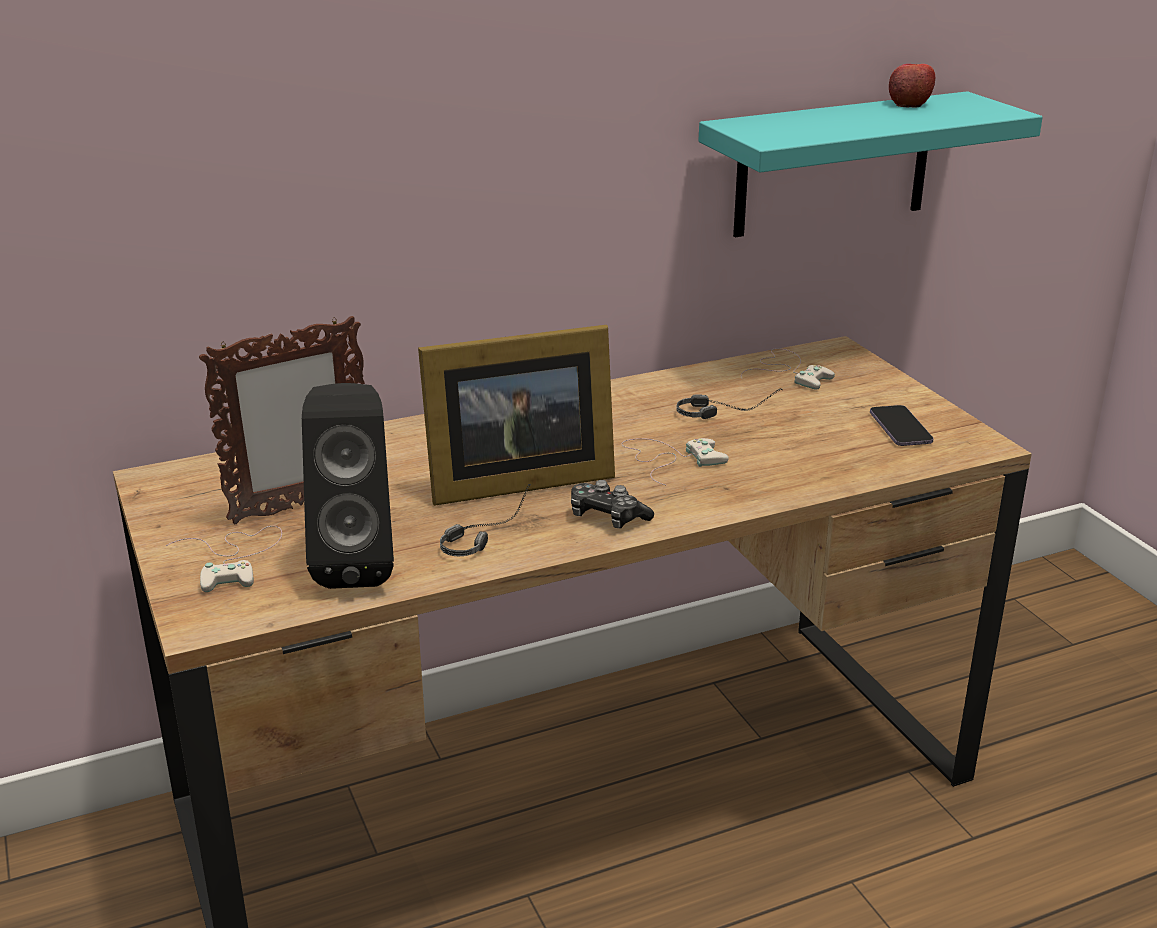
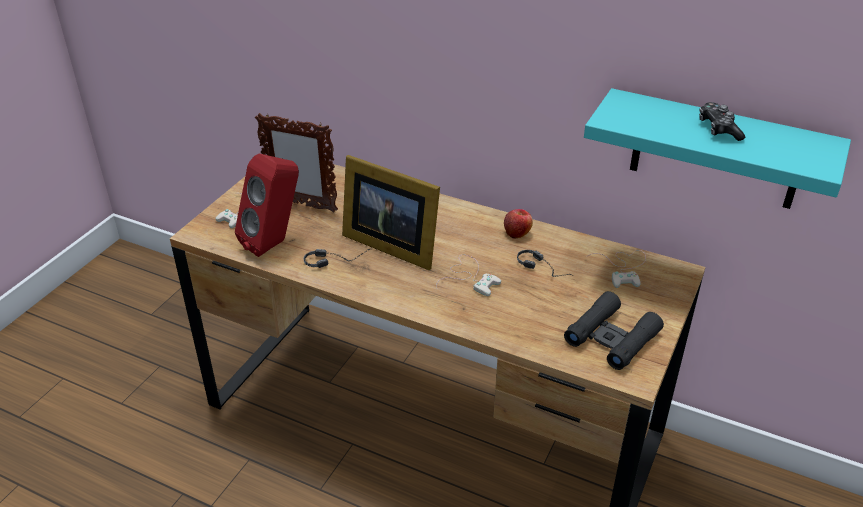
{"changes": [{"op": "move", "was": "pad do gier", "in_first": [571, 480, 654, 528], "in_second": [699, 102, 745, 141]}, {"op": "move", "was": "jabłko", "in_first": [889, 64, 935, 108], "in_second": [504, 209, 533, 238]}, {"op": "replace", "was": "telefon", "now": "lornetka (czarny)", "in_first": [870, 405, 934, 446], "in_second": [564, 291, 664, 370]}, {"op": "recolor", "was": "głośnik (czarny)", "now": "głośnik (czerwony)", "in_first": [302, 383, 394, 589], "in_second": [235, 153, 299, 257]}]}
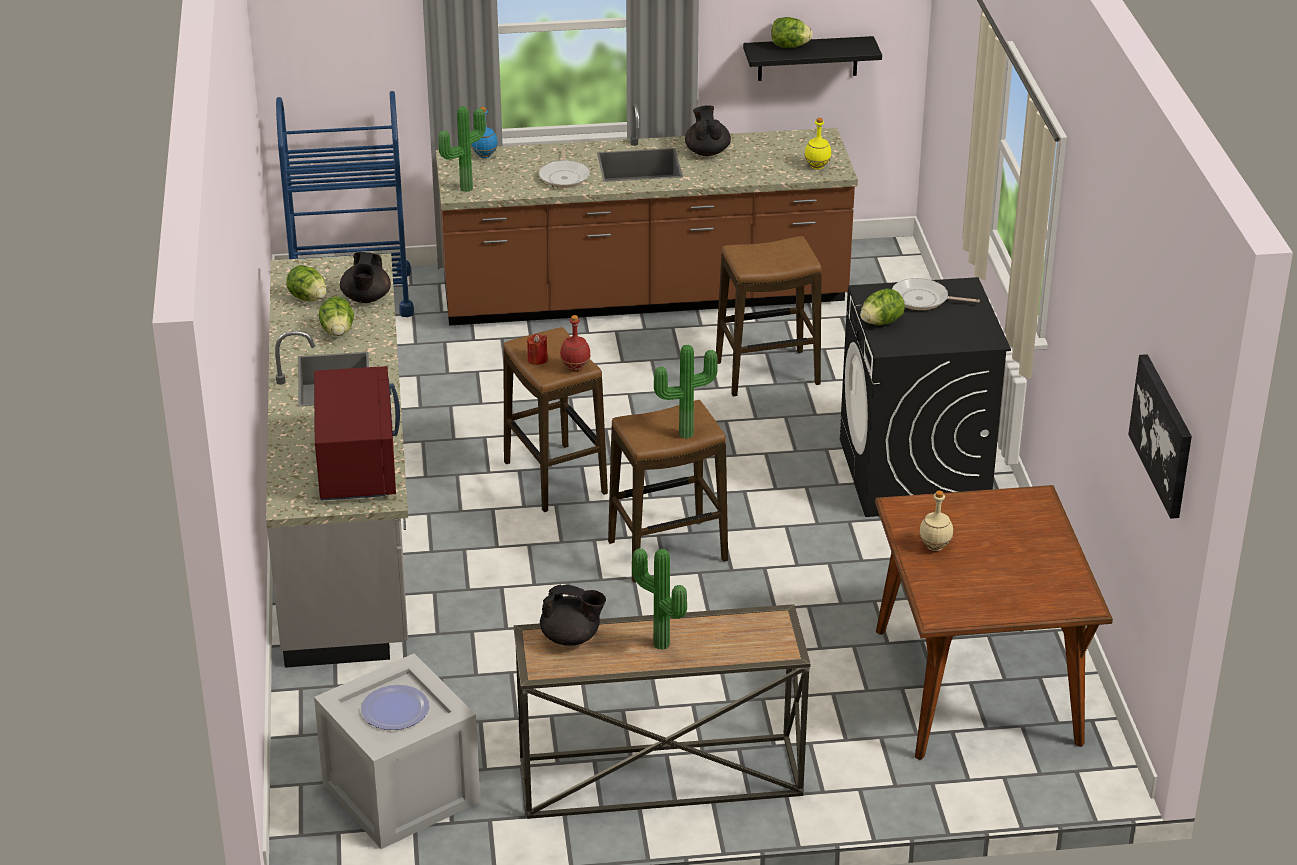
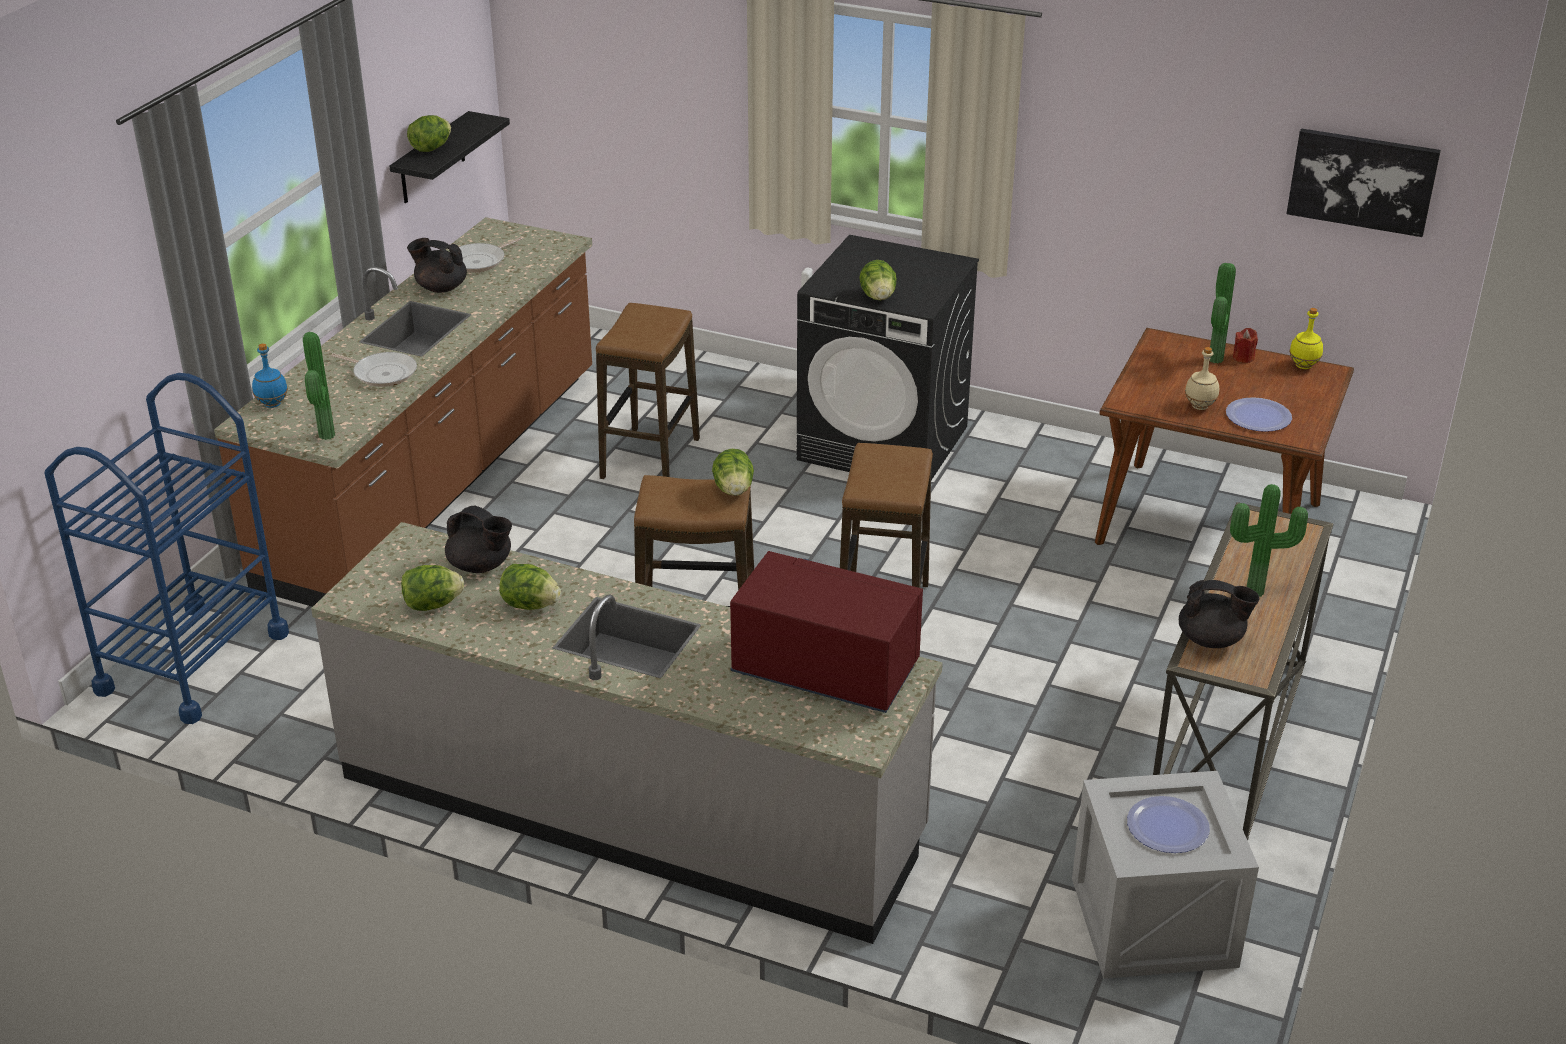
{"changes": [{"op": "insert", "now": "talerz", "in_second": [1226, 397, 1292, 432]}, {"op": "move", "was": "świeca (czerwony)", "in_first": [527, 334, 548, 365], "in_second": [1233, 328, 1258, 363]}, {"op": "move", "was": "roślina doniczkowa", "in_first": [654, 345, 718, 439], "in_second": [1209, 263, 1236, 363]}, {"op": "move", "was": "butelka (żółty)", "in_first": [805, 118, 832, 169], "in_second": [1290, 308, 1323, 369]}, {"op": "move", "was": "patelnia", "in_first": [892, 278, 980, 310], "in_second": [459, 237, 522, 272]}, {"op": "replace", "was": "butelka (czerwony)", "now": "sałata", "in_first": [560, 315, 591, 371], "in_second": [712, 449, 754, 496]}, {"op": "rotate", "was": "imbryk (czarny)", "in_first": [540, 585, 606, 646], "in_second": [1179, 580, 1259, 648], "clockwise": 60}]}
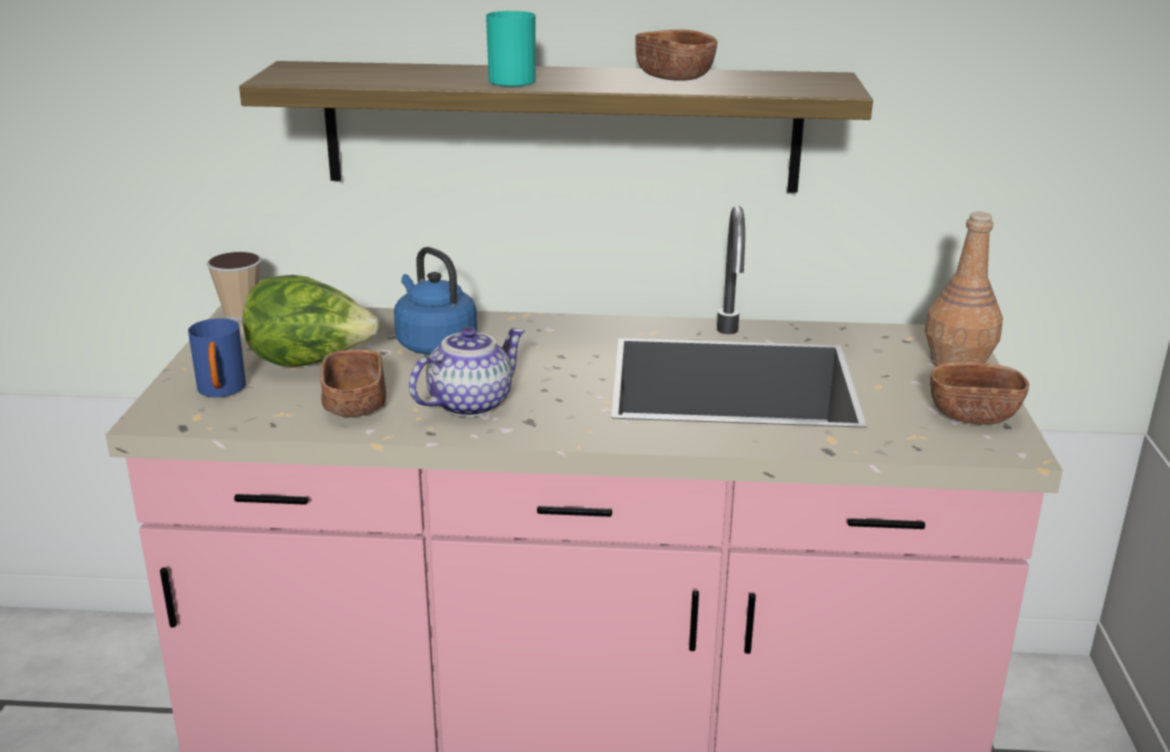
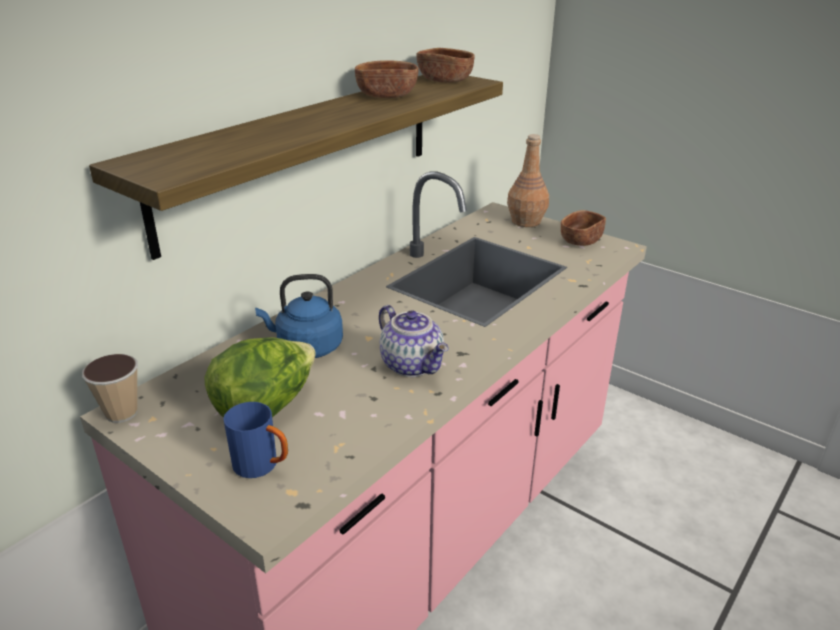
{"changes": [{"op": "delete", "was": "kubek (turkusowy)", "in_first": [486, 11, 536, 87]}, {"op": "move", "was": "miska (brązowy)", "in_first": [320, 350, 386, 417], "in_second": [416, 48, 475, 83]}, {"op": "rotate", "was": "imbryk", "in_first": [409, 327, 525, 417], "in_second": [379, 305, 449, 377], "clockwise": 150}]}
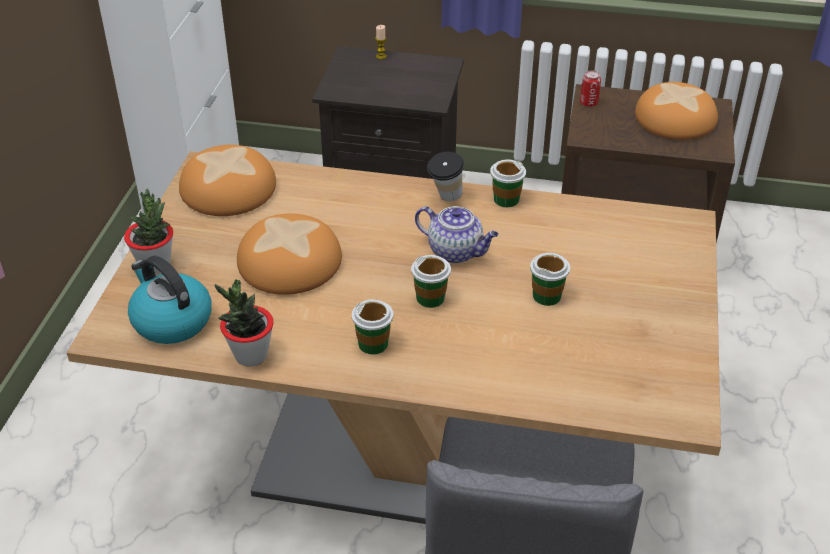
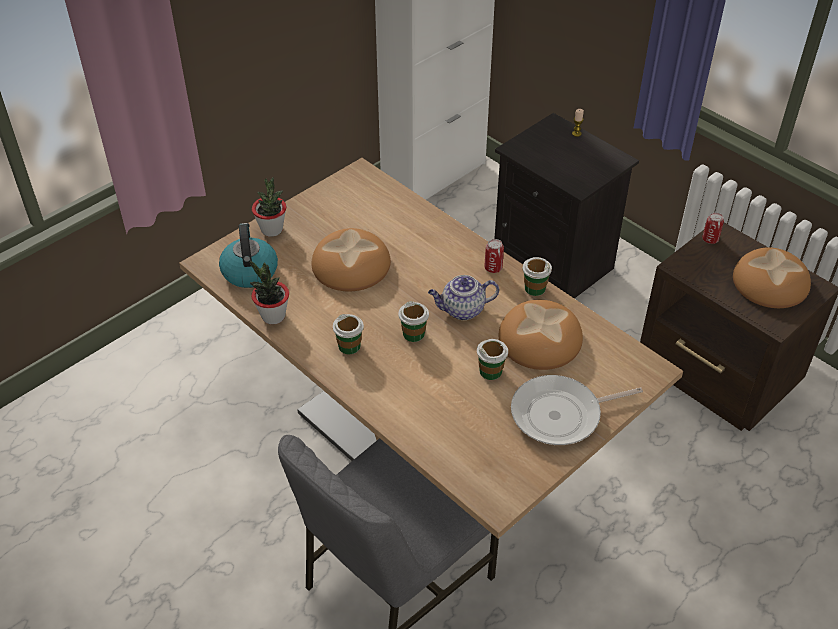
{"changes": [{"op": "insert", "now": "patelnia", "in_second": [511, 375, 643, 445]}, {"op": "move", "was": "chleb", "in_first": [179, 145, 276, 216], "in_second": [499, 300, 583, 370]}, {"op": "replace", "was": "filiżanka", "now": "puszka", "in_first": [427, 152, 464, 202], "in_second": [484, 239, 504, 273]}, {"op": "rotate", "was": "imbryk", "in_first": [415, 206, 499, 263], "in_second": [428, 275, 499, 320], "clockwise": 105}]}
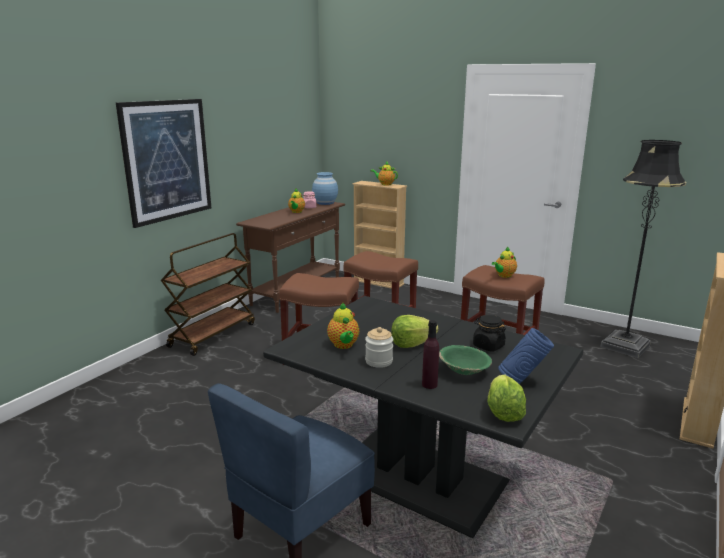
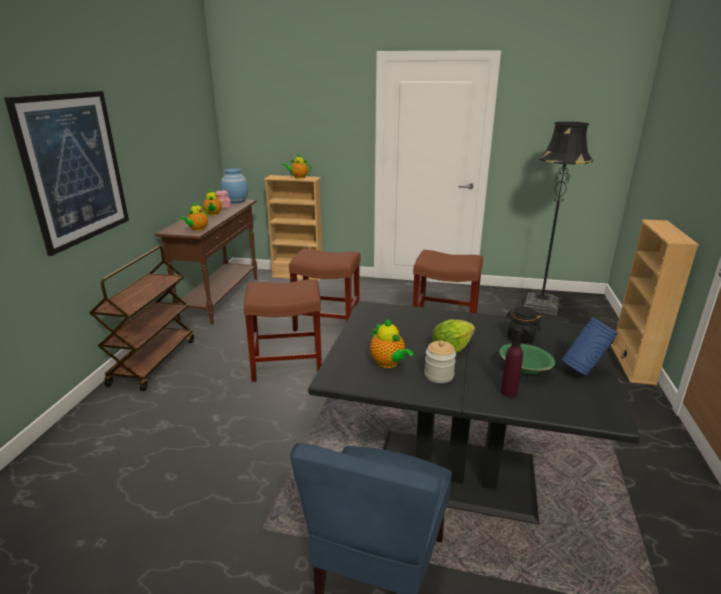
{"changes": [{"op": "delete", "was": "sałata", "in_first": [488, 375, 526, 422]}, {"op": "move", "was": "imbryk", "in_first": [492, 247, 517, 278], "in_second": [180, 201, 208, 231]}]}
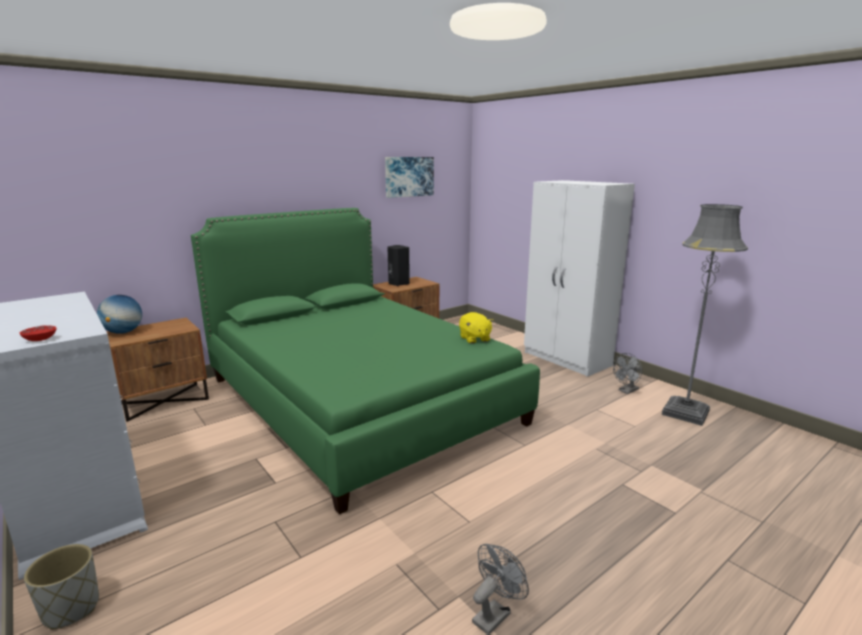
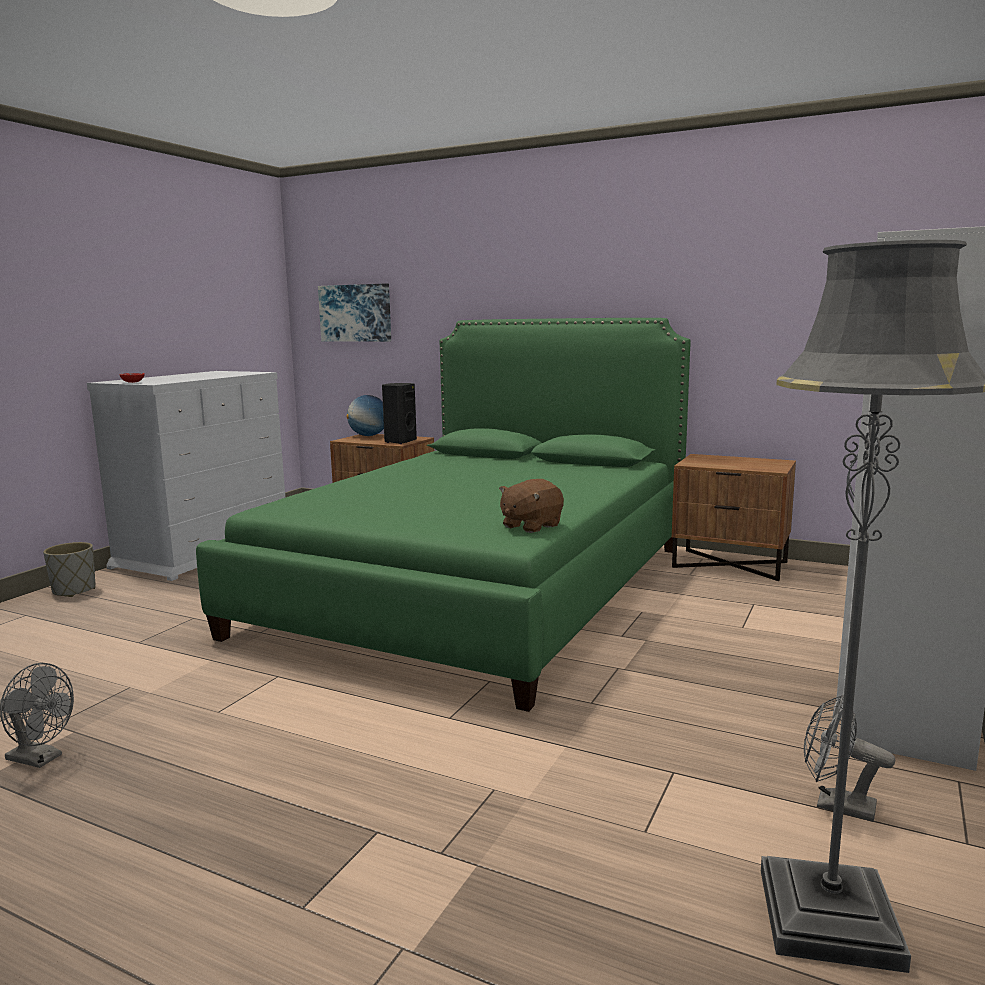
{"changes": [{"op": "move", "was": "obraz", "in_first": [385, 157, 434, 198], "in_second": [318, 283, 391, 342]}, {"op": "move", "was": "głośnik (czarny)", "in_first": [387, 245, 410, 286], "in_second": [382, 383, 417, 444]}, {"op": "recolor", "was": "pluszak (żółty)", "now": "pluszak (brązowy)", "in_first": [459, 312, 494, 344], "in_second": [499, 479, 564, 533]}]}
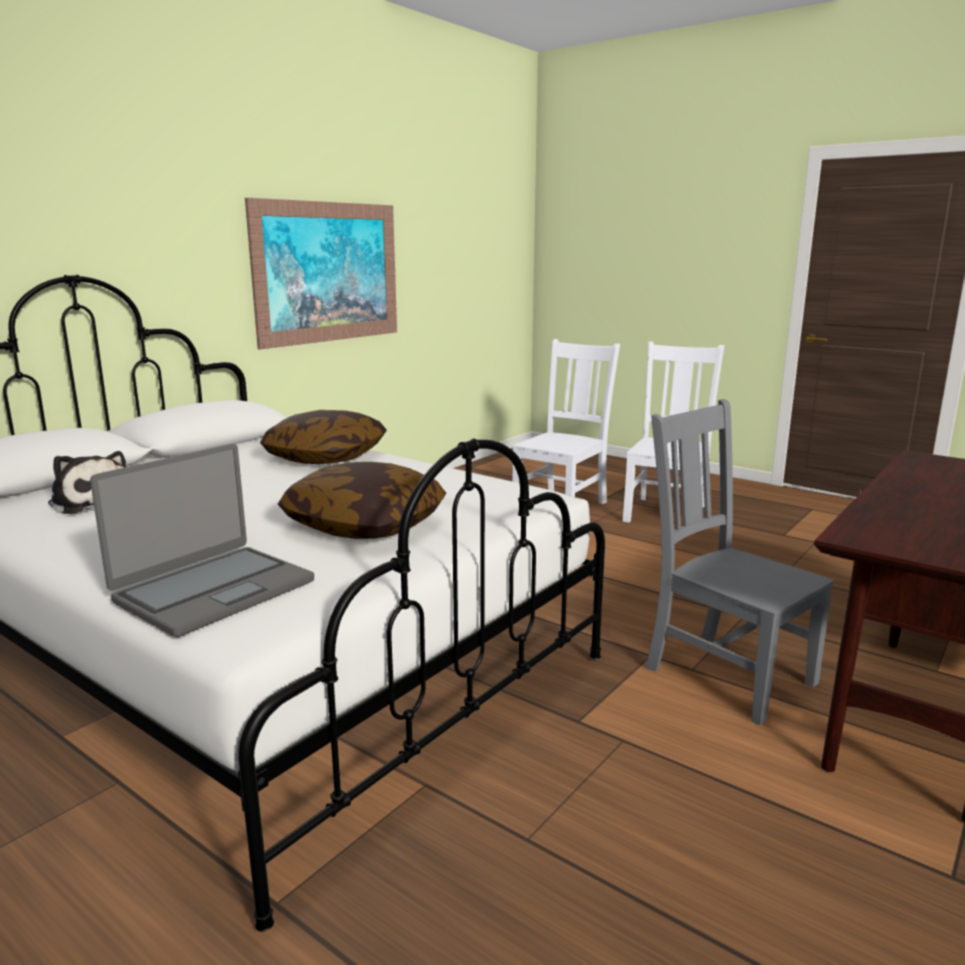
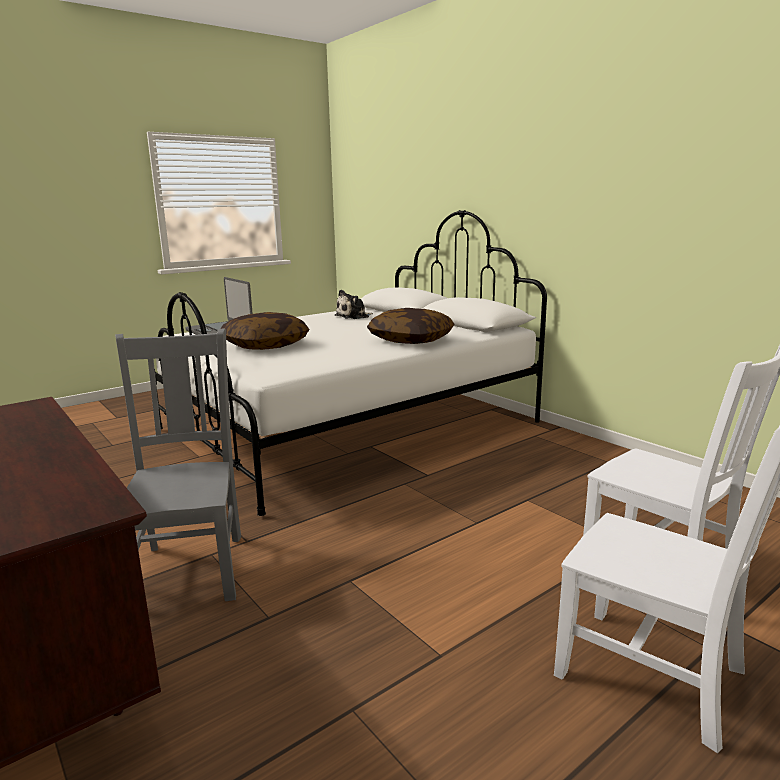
{"changes": [{"op": "delete", "was": "obraz", "in_first": [245, 198, 397, 349]}, {"op": "rotate", "was": "krzesło (szary)", "in_first": [645, 399, 835, 726], "in_second": [115, 329, 241, 601], "clockwise": -75}]}
